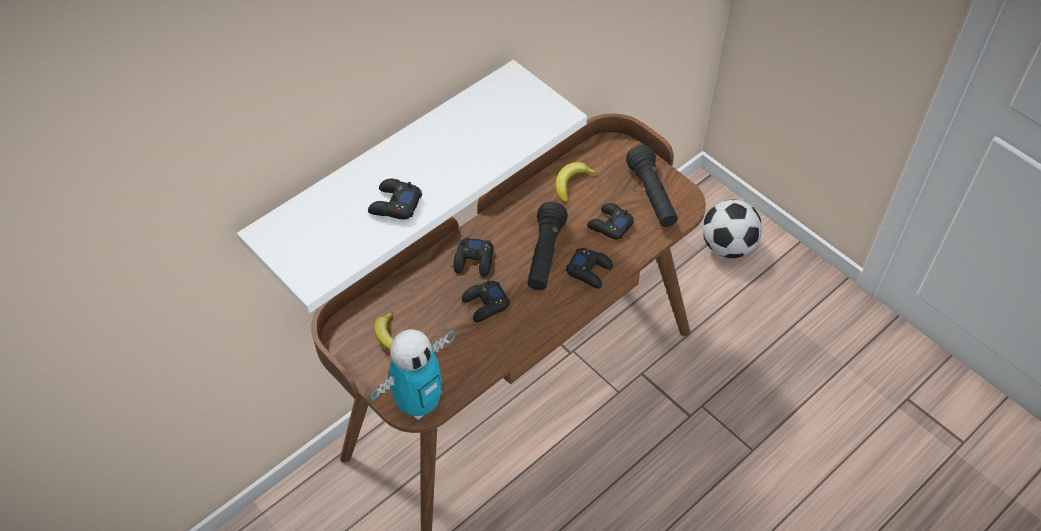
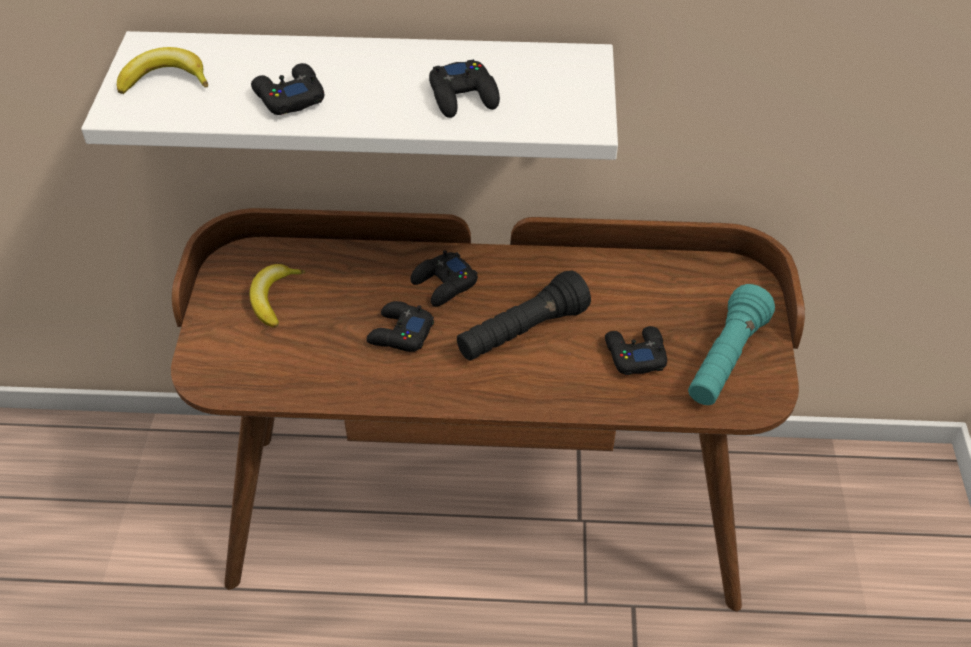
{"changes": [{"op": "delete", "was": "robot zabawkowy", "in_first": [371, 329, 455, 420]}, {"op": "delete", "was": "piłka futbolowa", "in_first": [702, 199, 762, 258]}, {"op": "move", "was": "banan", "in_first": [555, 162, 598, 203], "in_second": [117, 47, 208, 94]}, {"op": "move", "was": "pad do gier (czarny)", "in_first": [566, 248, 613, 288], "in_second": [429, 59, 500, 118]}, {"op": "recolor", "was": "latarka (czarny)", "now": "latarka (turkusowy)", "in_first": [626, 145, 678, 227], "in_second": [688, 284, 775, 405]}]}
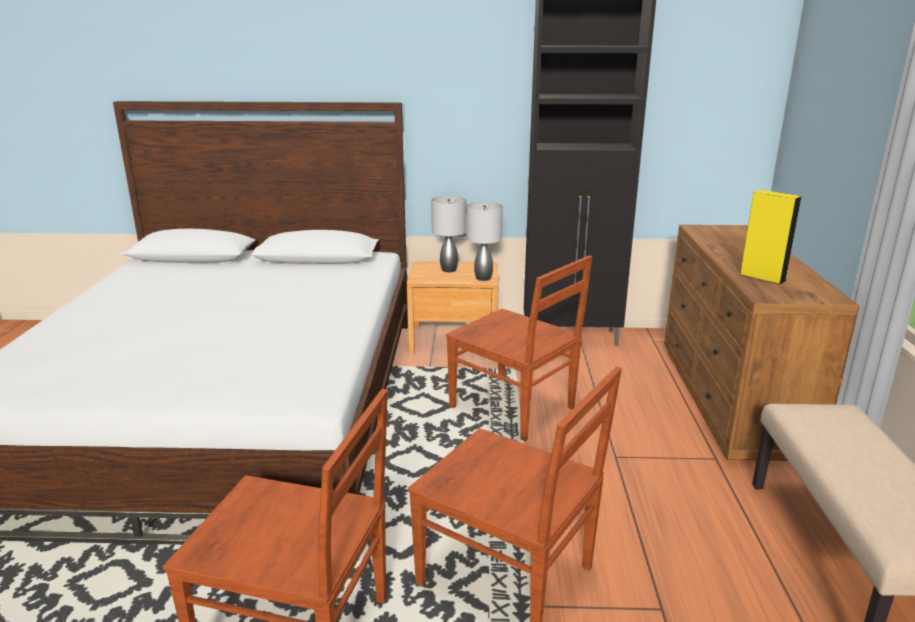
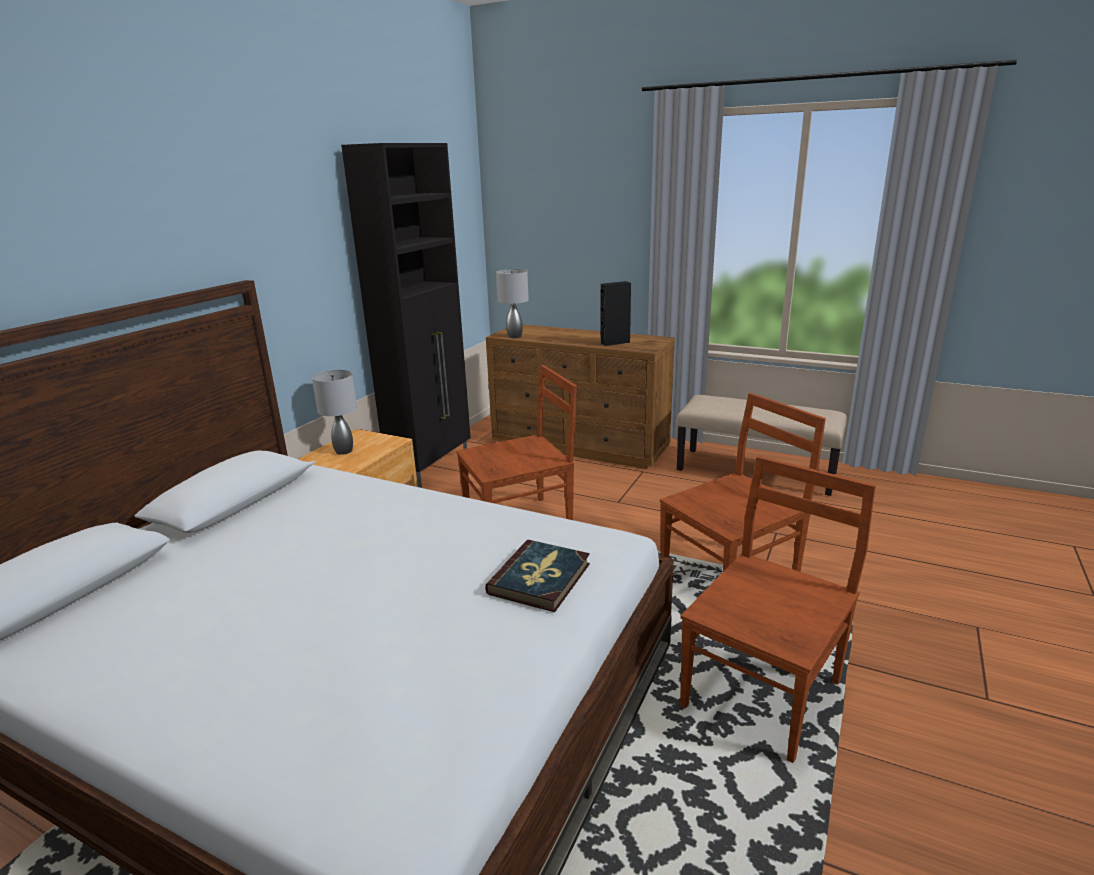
{"changes": [{"op": "insert", "now": "książka", "in_second": [485, 540, 590, 612]}, {"op": "move", "was": "lampa stołowa (szary)", "in_first": [466, 202, 503, 281], "in_second": [496, 269, 529, 338]}, {"op": "recolor", "was": "głośnik (żółty)", "now": "głośnik (czarny)", "in_first": [740, 190, 802, 285], "in_second": [600, 281, 631, 346]}]}
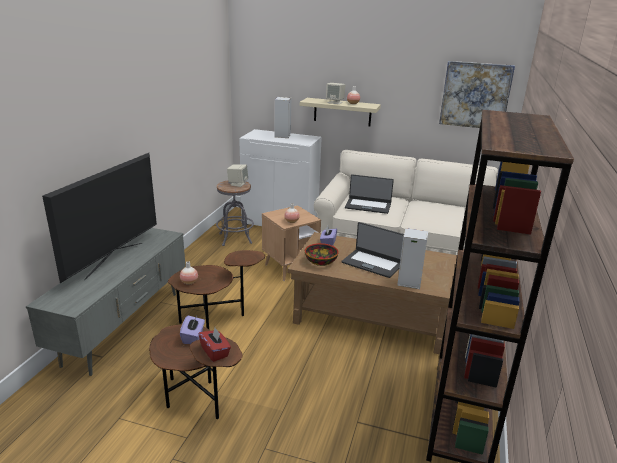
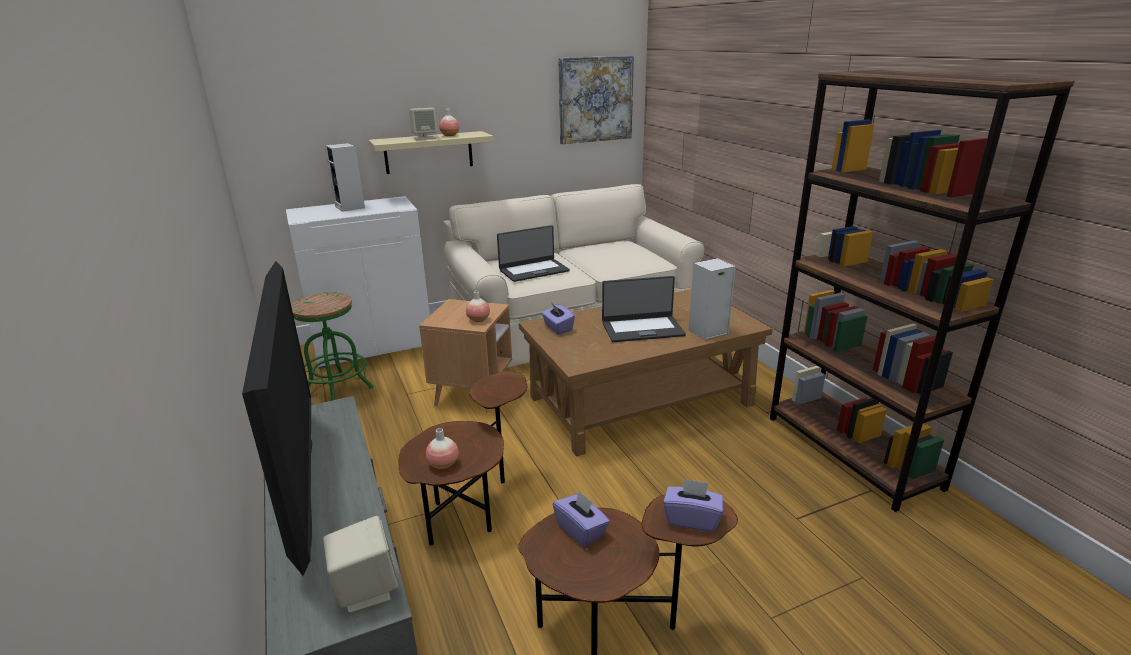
{"changes": [{"op": "delete", "was": "miska", "in_first": [305, 243, 339, 266]}, {"op": "move", "was": "głośnik (beżowy)", "in_first": [227, 164, 248, 187], "in_second": [323, 516, 398, 613]}, {"op": "recolor", "was": "pudełko chusteczek (czerwony)", "now": "pudełko chusteczek (fioletowy)", "in_first": [199, 328, 231, 362], "in_second": [663, 478, 723, 532]}, {"op": "recolor", "was": "stołek (szary)", "now": "stołek (zielony)", "in_first": [216, 180, 254, 246], "in_second": [291, 293, 373, 401]}]}
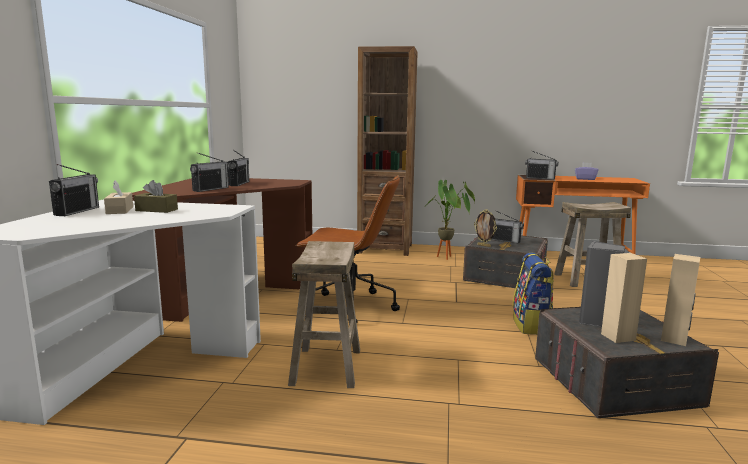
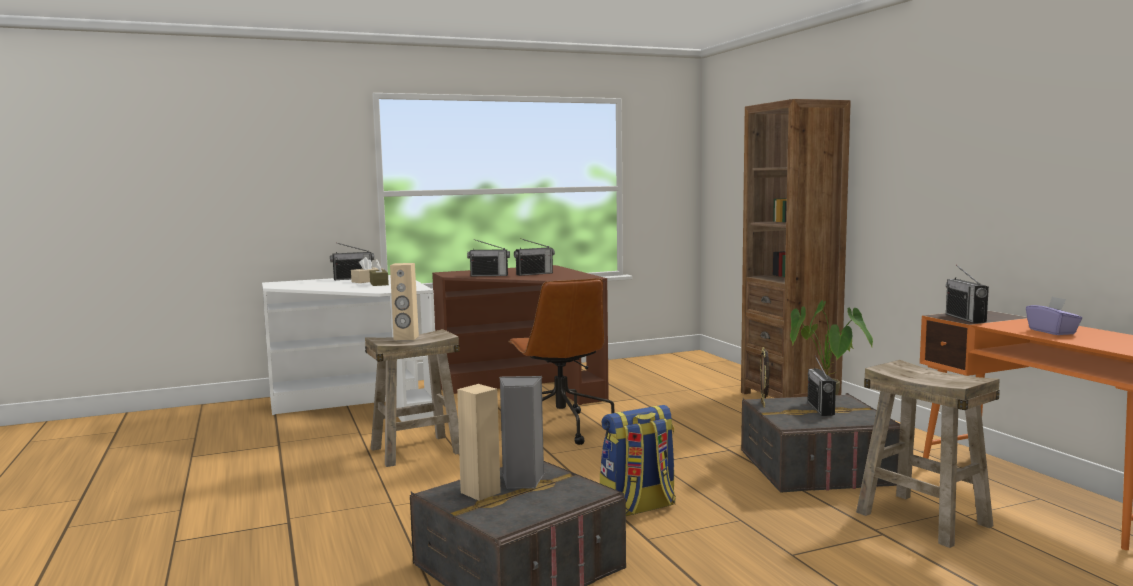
{"changes": [{"op": "move", "was": "głośnik (beżowy)", "in_first": [661, 254, 700, 346], "in_second": [390, 263, 419, 340]}]}
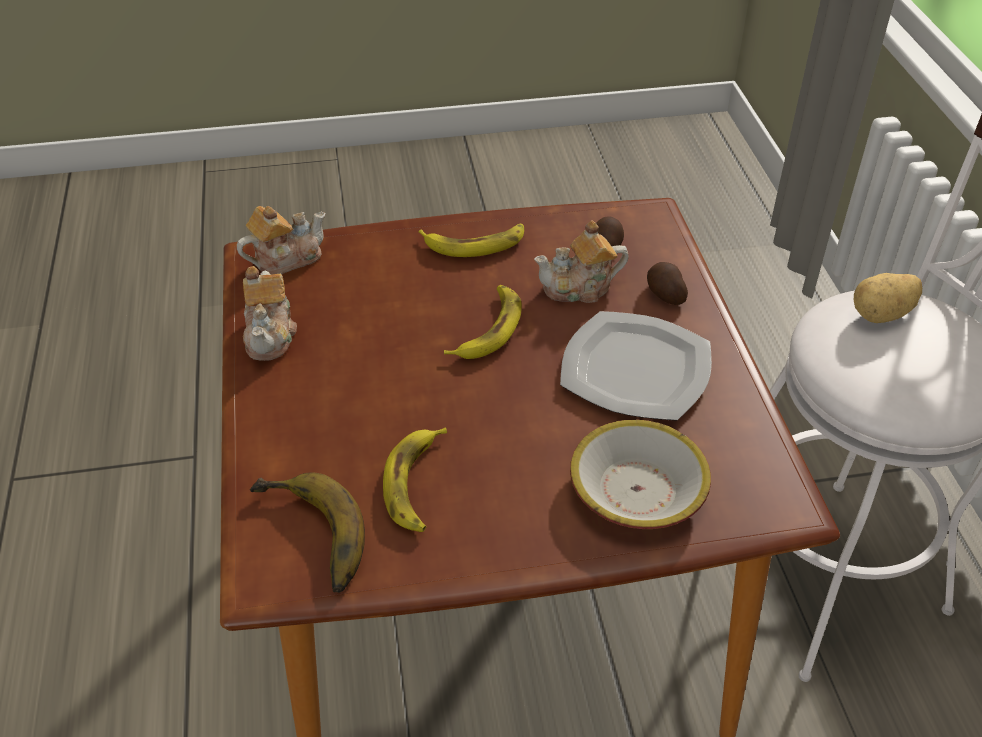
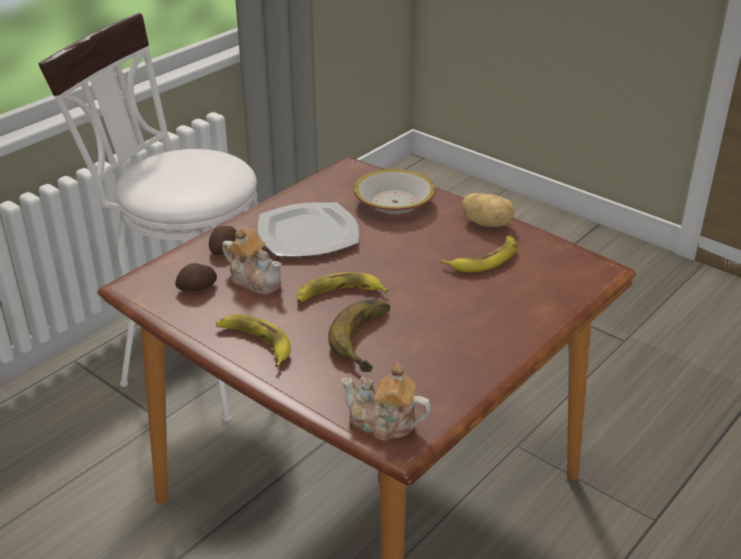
{"changes": [{"op": "delete", "was": "imbryk", "in_first": [243, 266, 297, 361]}, {"op": "move", "was": "banan", "in_first": [250, 472, 365, 593], "in_second": [328, 300, 390, 372]}, {"op": "move", "was": "ziemniak", "in_first": [854, 273, 922, 323], "in_second": [462, 193, 515, 227]}]}
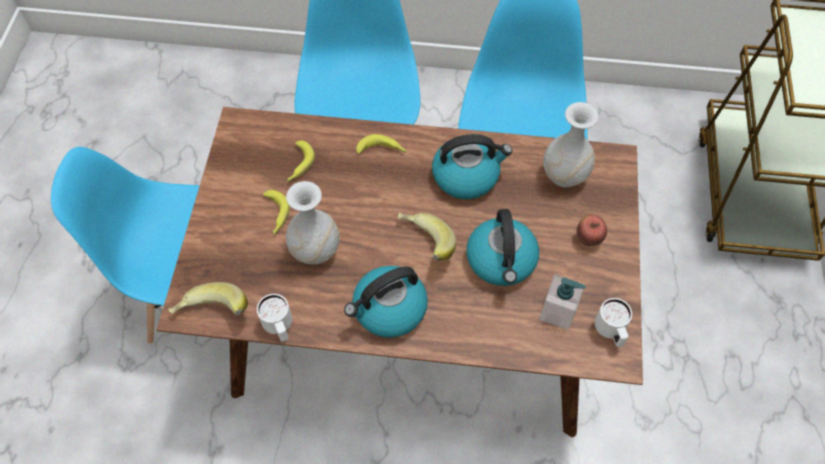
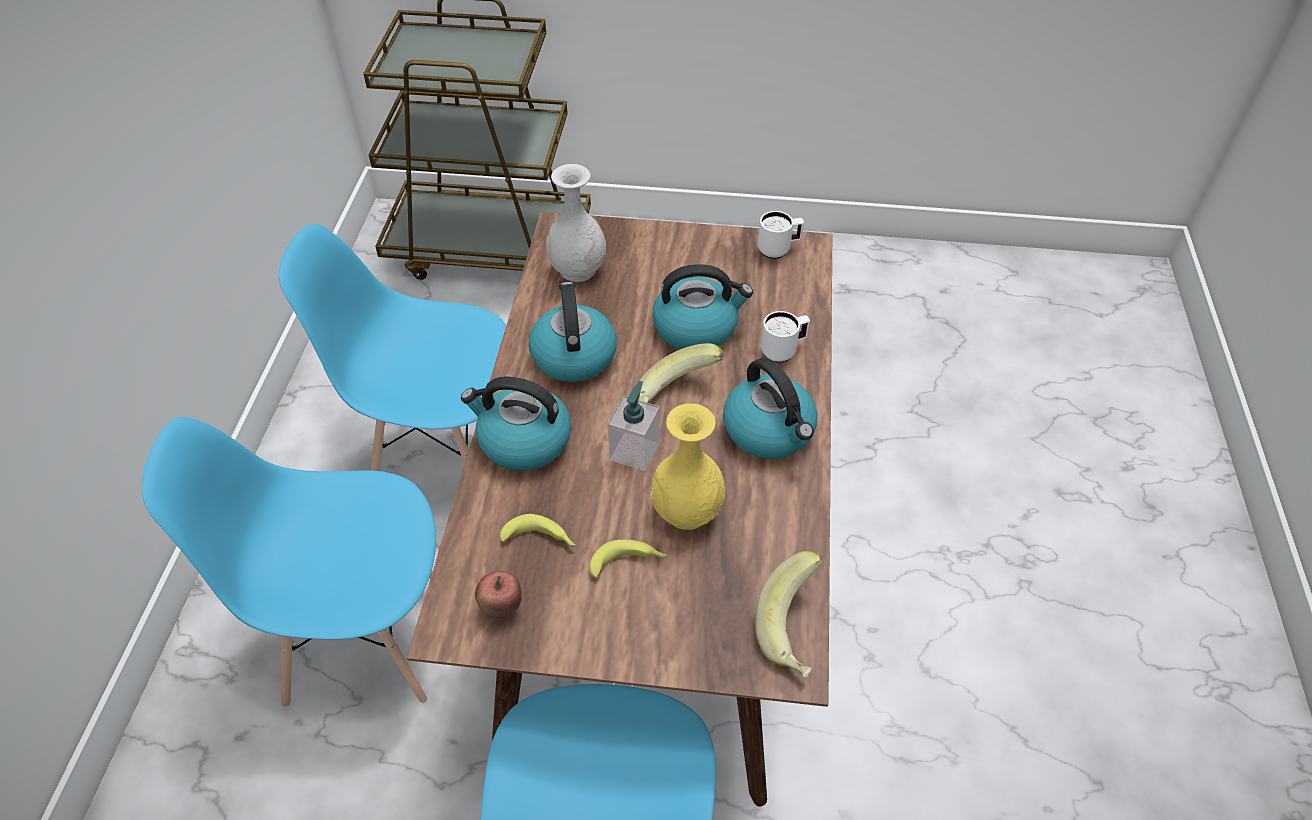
{"changes": [{"op": "move", "was": "kubek (biały)", "in_first": [257, 294, 292, 342], "in_second": [761, 311, 810, 363]}, {"op": "move", "was": "dozownik mydła", "in_first": [539, 274, 586, 330], "in_second": [608, 381, 660, 471]}, {"op": "move", "was": "jabłko", "in_first": [577, 215, 607, 246], "in_second": [475, 571, 521, 618]}, {"op": "replace", "was": "banan", "now": "czajnik", "in_first": [356, 134, 407, 154], "in_second": [461, 377, 571, 471]}, {"op": "recolor", "was": "wazon (biały)", "now": "wazon (żółty)", "in_first": [286, 181, 340, 265], "in_second": [651, 403, 725, 530]}]}
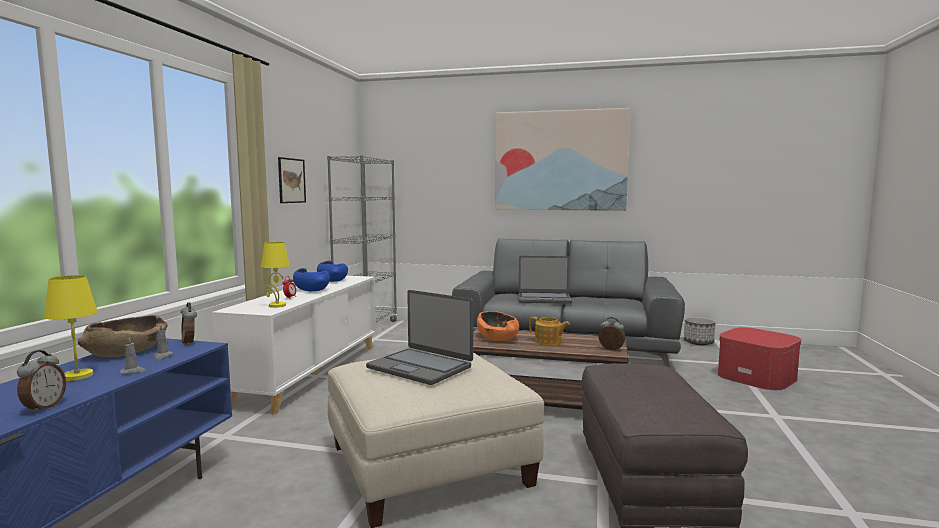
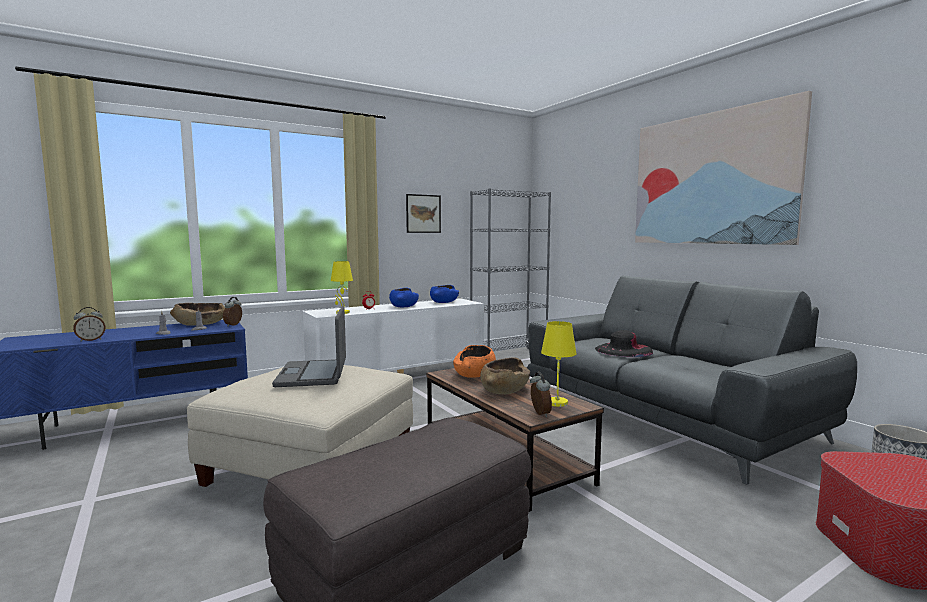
{"changes": [{"op": "move", "was": "lampa stołowa (żółty)", "in_first": [44, 275, 98, 381], "in_second": [541, 321, 576, 407]}, {"op": "replace", "was": "laptop", "now": "kapelusz (czarny)", "in_first": [519, 256, 572, 304], "in_second": [595, 330, 653, 357]}, {"op": "replace", "was": "imbryk", "now": "miska (brązowy)", "in_first": [529, 317, 570, 346], "in_second": [480, 358, 530, 394]}]}
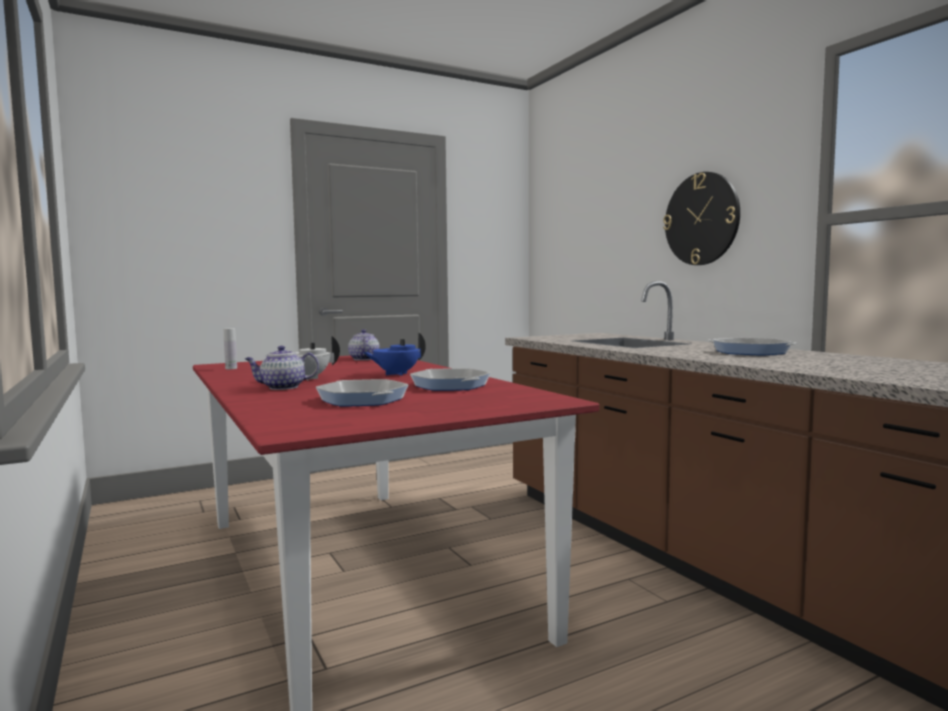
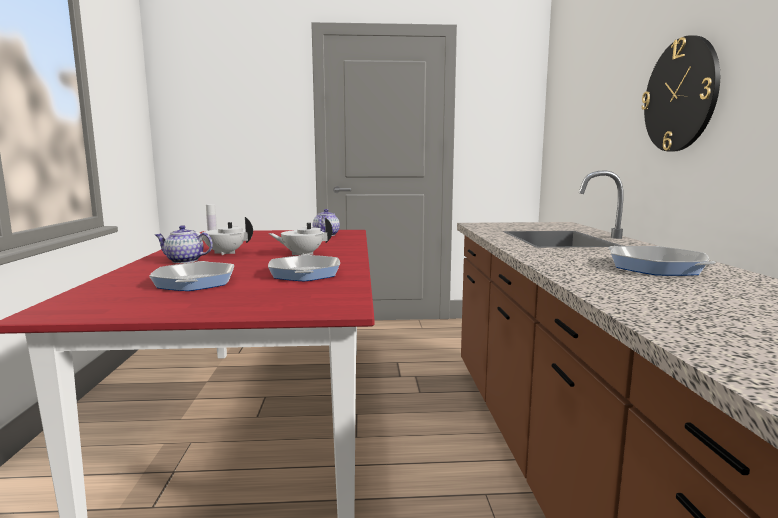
{"changes": [{"op": "recolor", "was": "imbryk (niebieski)", "now": "imbryk (biały)", "in_first": [363, 332, 426, 375], "in_second": [268, 217, 332, 255]}]}
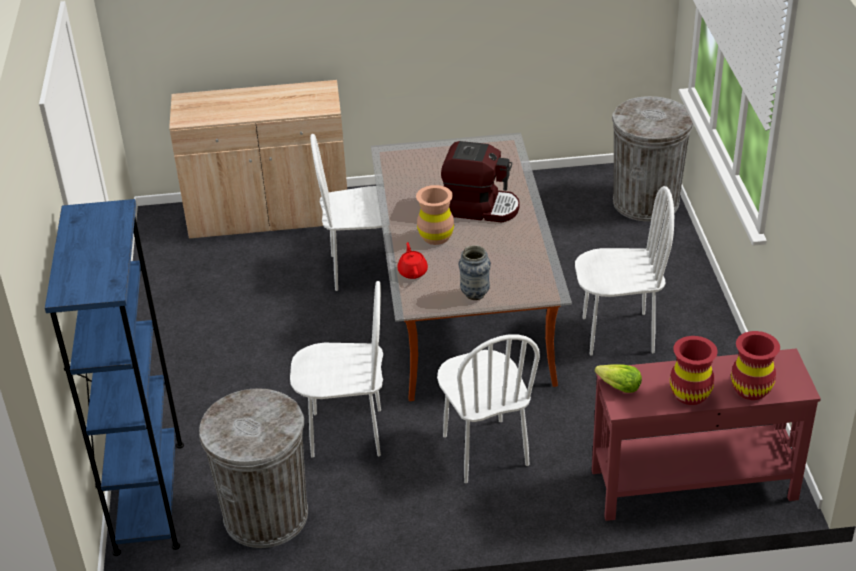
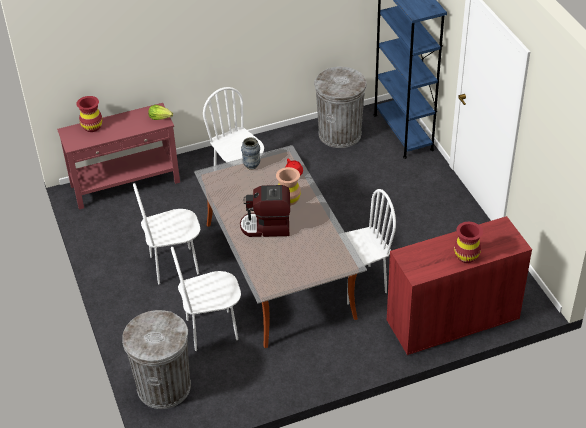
{"changes": [{"op": "move", "was": "krzesło (biały)", "in_first": [290, 281, 383, 458], "in_second": [171, 247, 241, 351]}, {"op": "move", "was": "wazon (czerwony)", "in_first": [670, 336, 718, 405], "in_second": [454, 222, 483, 263]}, {"op": "recolor", "was": "szafka (beżowy)", "now": "szafka (czerwony)", "in_first": [169, 80, 347, 239], "in_second": [387, 216, 532, 356]}]}
